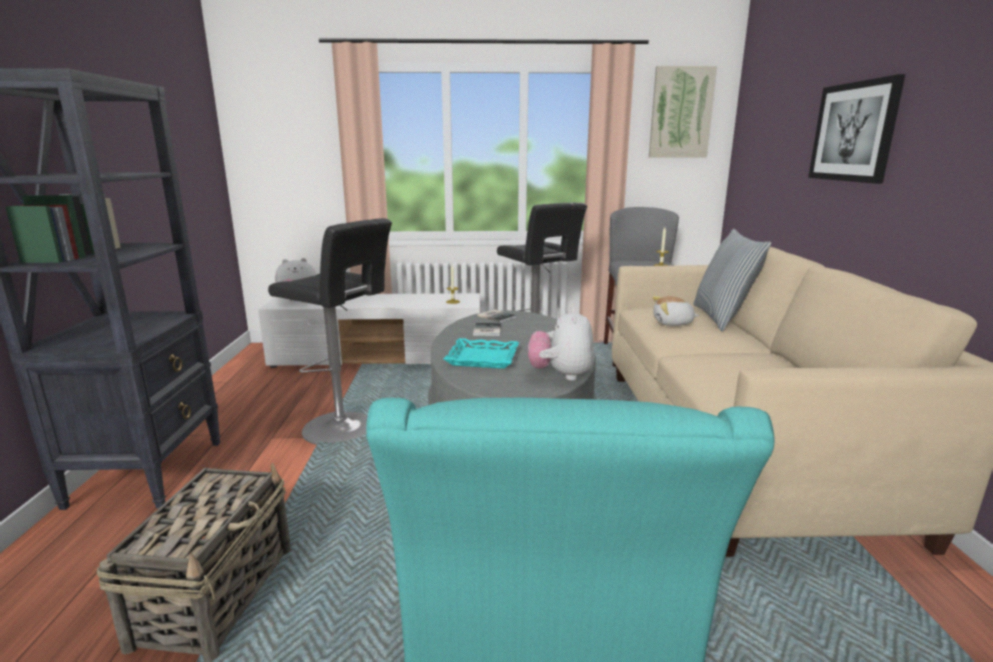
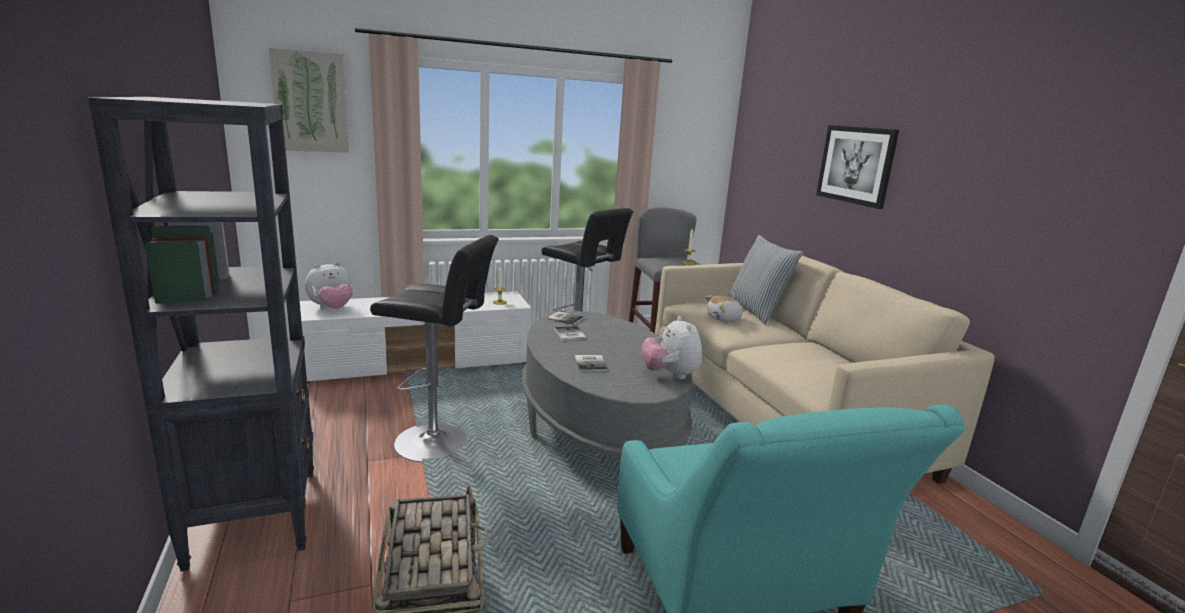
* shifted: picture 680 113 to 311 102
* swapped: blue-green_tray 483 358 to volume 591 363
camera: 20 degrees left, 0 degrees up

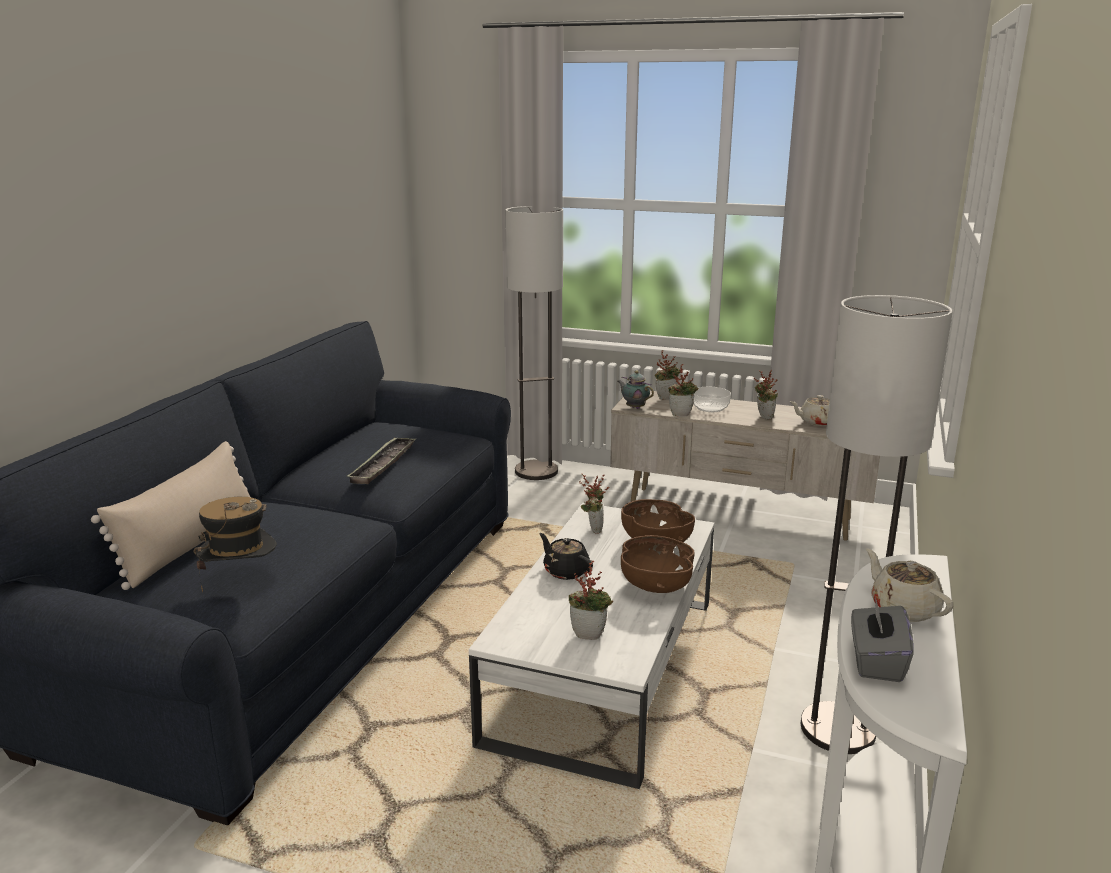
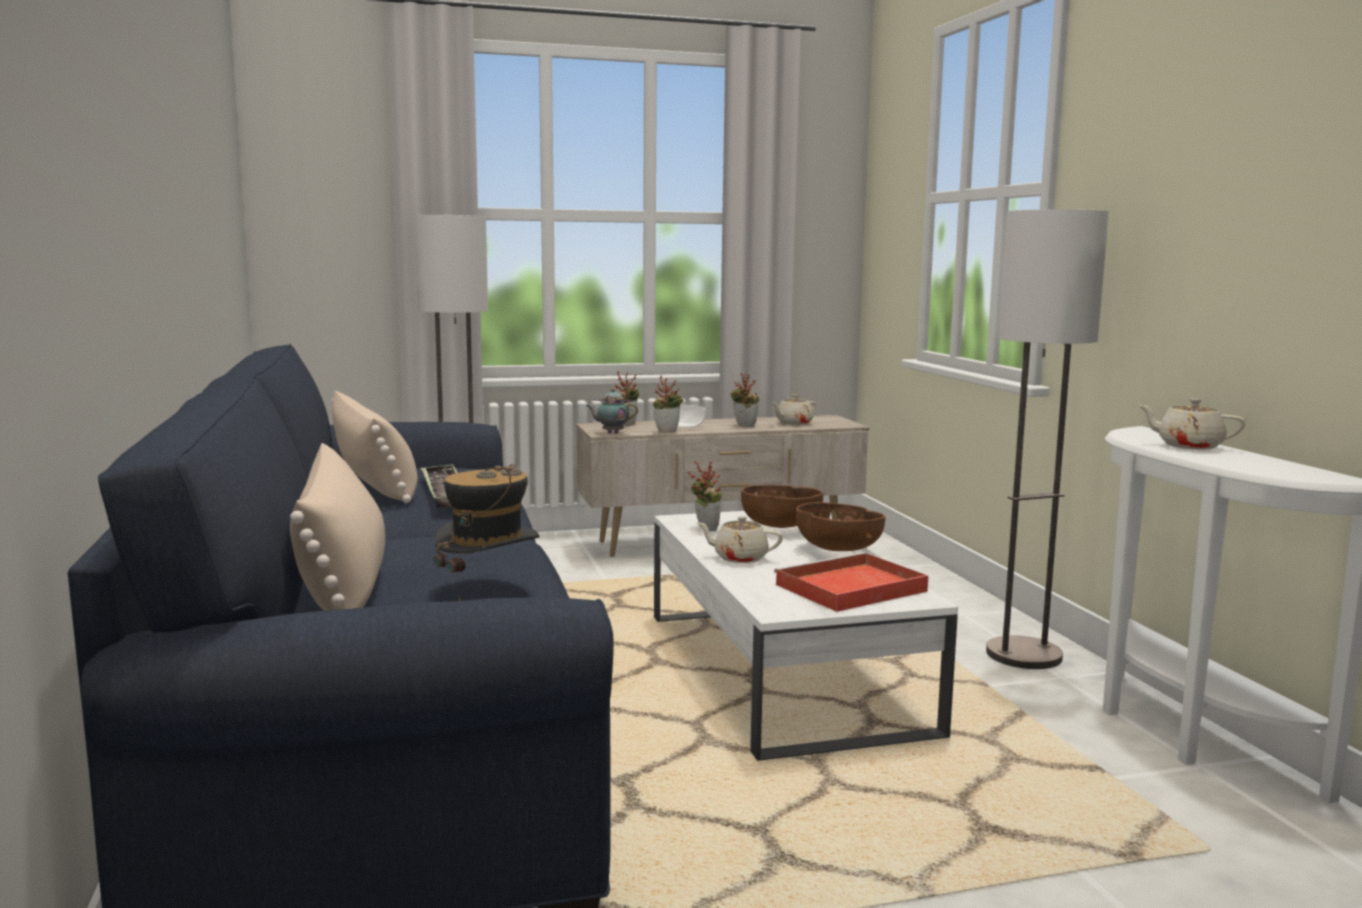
* gone: greyish_box_of_tissues 876 661
* new: beige_throw_pillow 375 484
* swapped: potted_plant 590 634 to red_tray 849 588
* repainted: blackish_tea_pot 565 571 to beige_tea_pot 739 558
camera: 35 degrees left, 10 degrees down

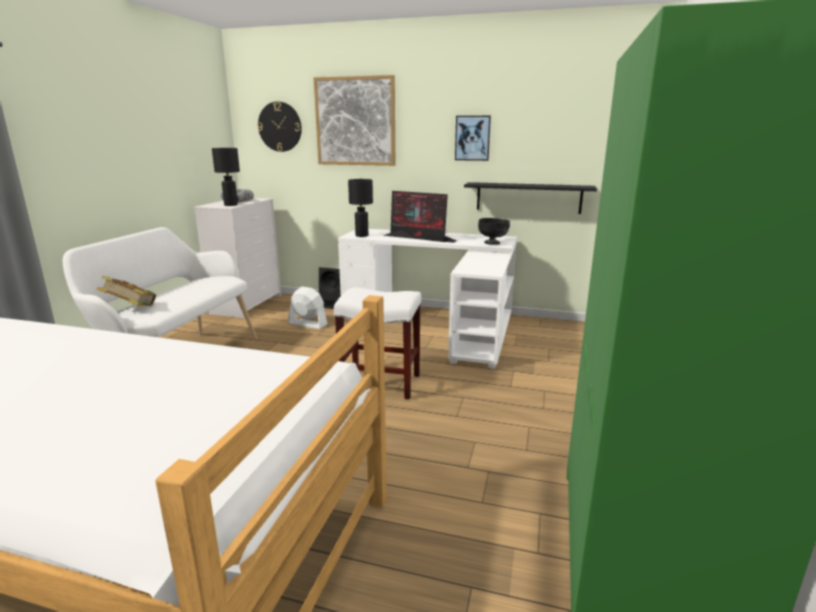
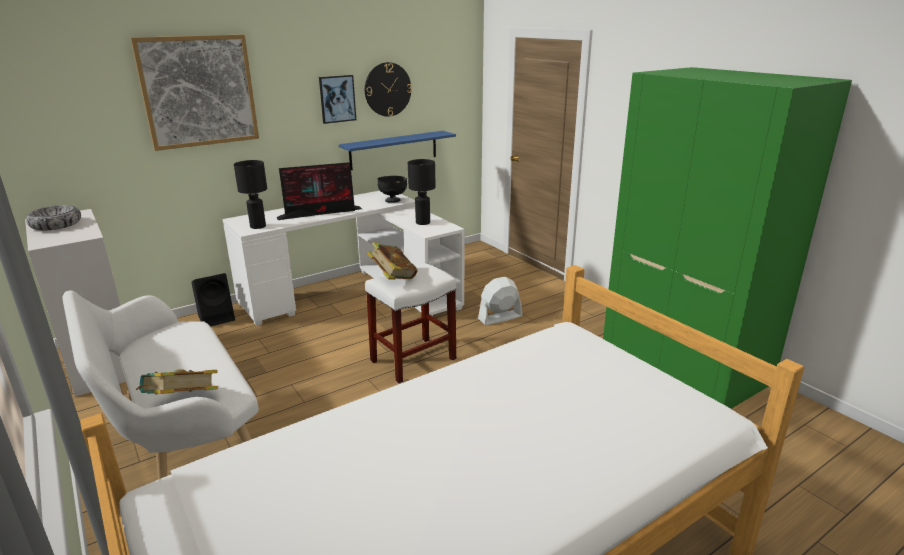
* new: volume 393 278
* shifted: blackish_tabletop_lamp 230 205 to 423 223
* shifted: wall_clock 280 127 to 387 89
* shifted: white-coloured_electric_fan 307 324 to 500 317
* repainted: blackish_wall_shelf 528 197 to bluish_wall_shelf 393 150
camera: 50 degrees left, 5 degrees up

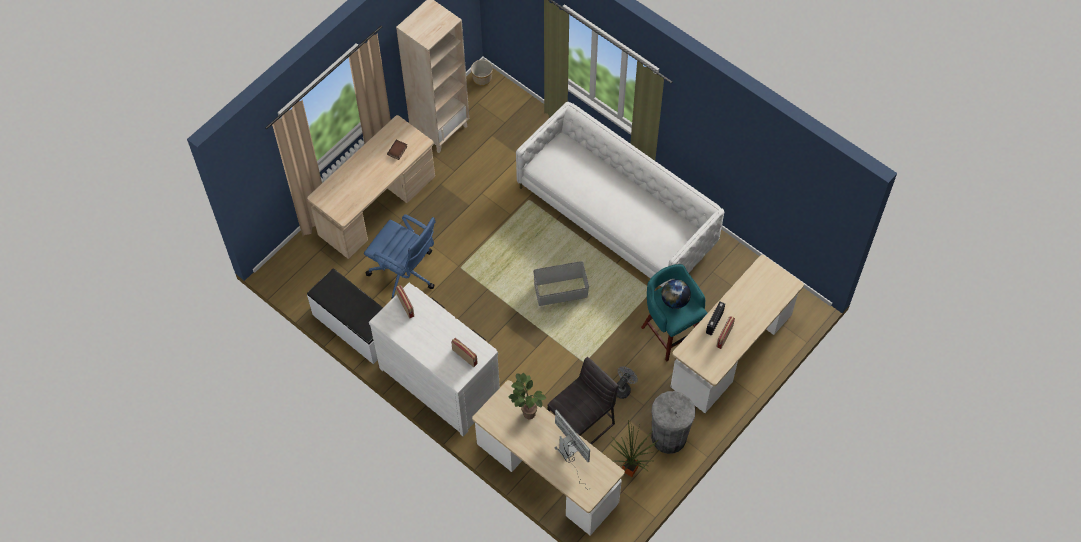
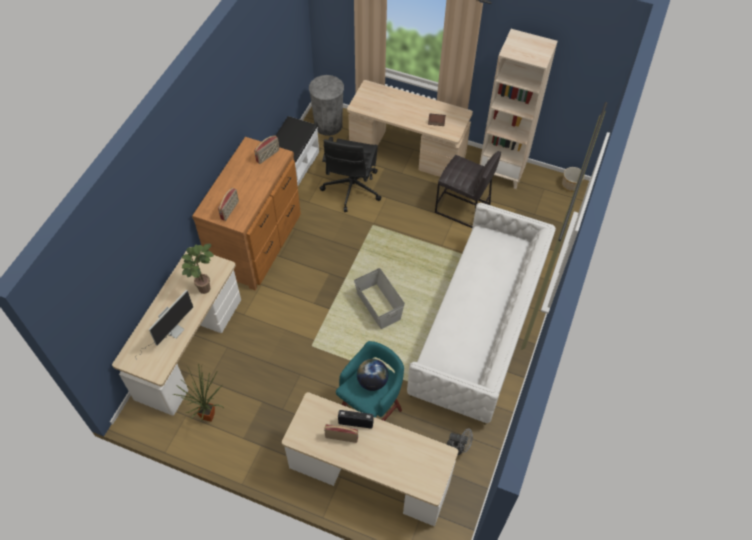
* shifted: greyish_stool 582 426 to 462 209
* shifted: greyish_electric_fan 623 388 to 458 447
* shifted: greyish_trash_can 669 437 to 328 125
* repainted: bluish_office_chair 405 273 to blackish_office_chair 351 189
* repainted: white-coloured_dresser 441 381 to brownish_dresser 258 243
camera: 70 degrees right, 5 degrees down

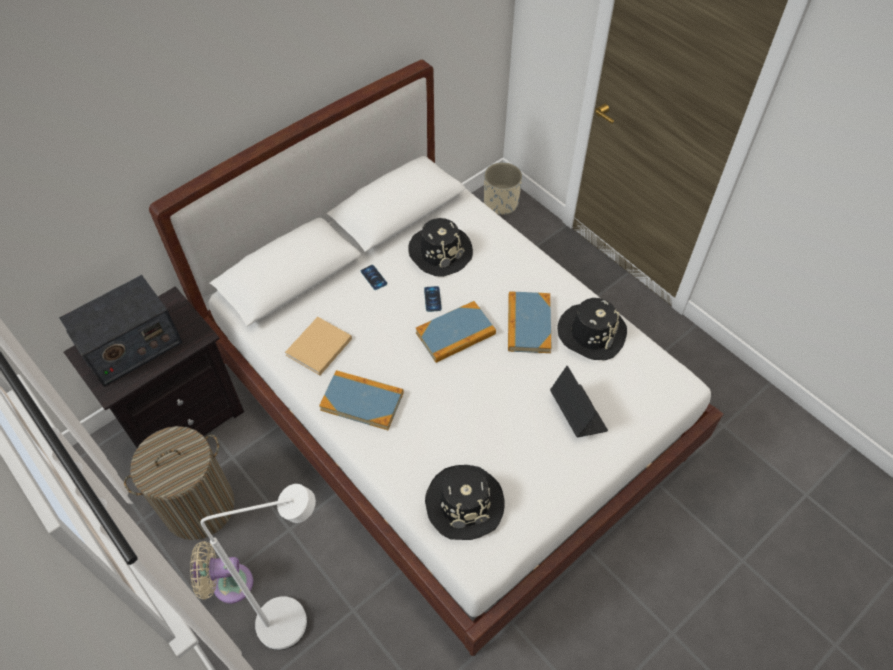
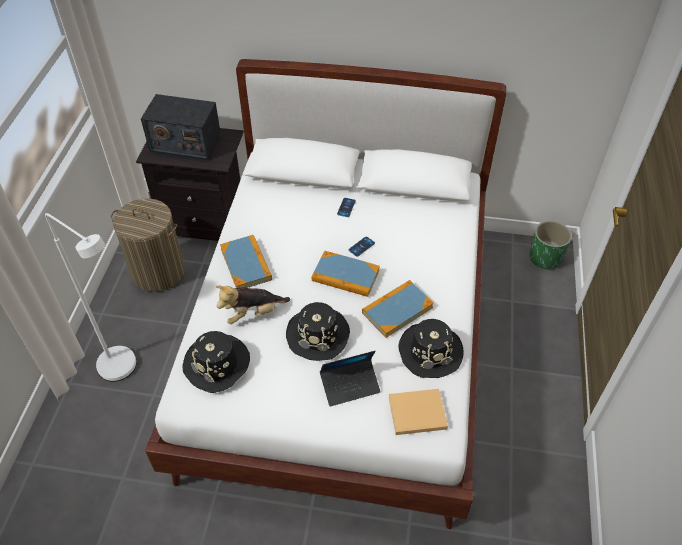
* gone: beige_electric_fan 228 584
* new: plush_toy 253 313
* shifted: beige_volume 318 348 to 415 413
* shifted: blackish_wearable_hat 440 252 to 318 334
* repainted: beige_plant_pot 501 203 to greenish_plant_pot 545 258
* rotated: portable_computer 577 413 = 350 385 45 degrees clockwise
camera: 50 degrees right, 5 degrees down

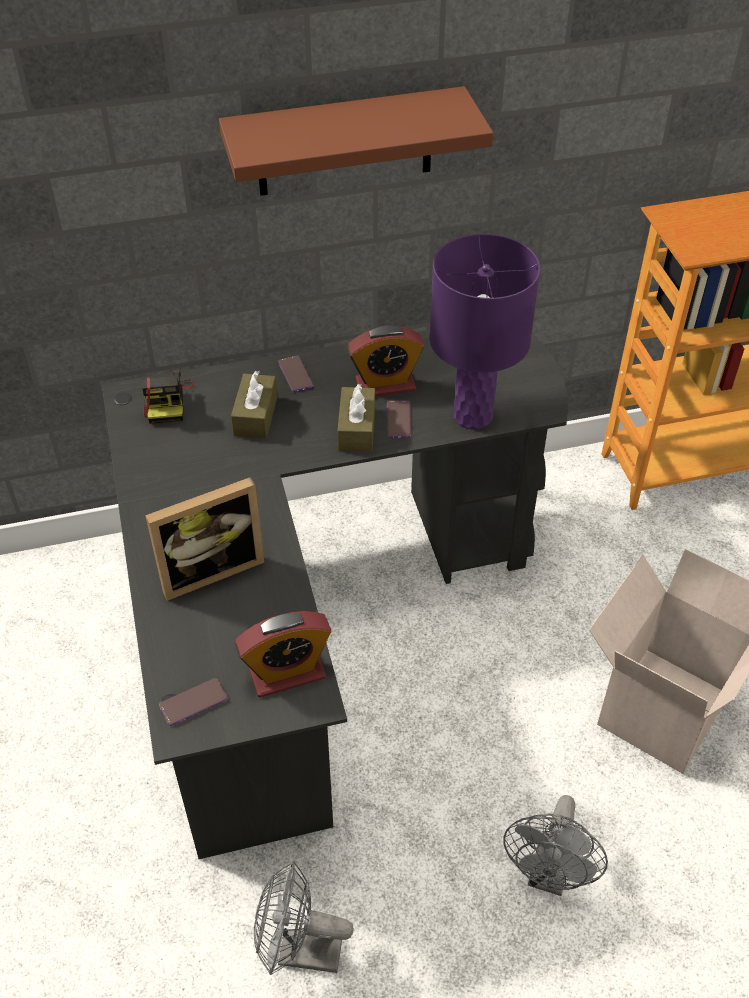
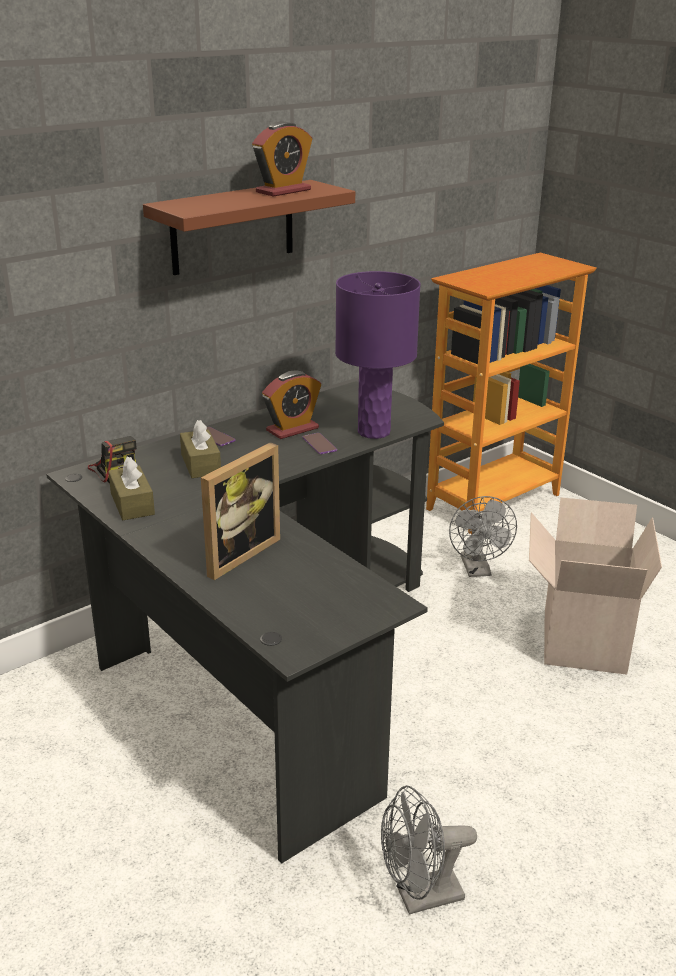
* gone: telephone 193 702
* shifted: bedside_clock 287 673 to 283 191
* shifted: brownish_box_of_tissues 357 429 to 132 504
* shifted: greyish_electric_fan 549 875 to 477 570
camera: 25 degrees left, 20 degrees down

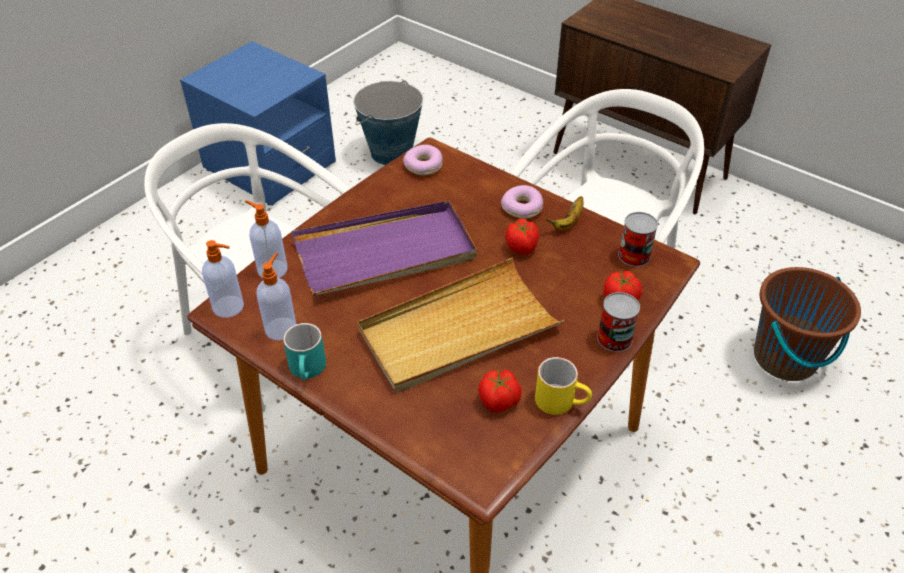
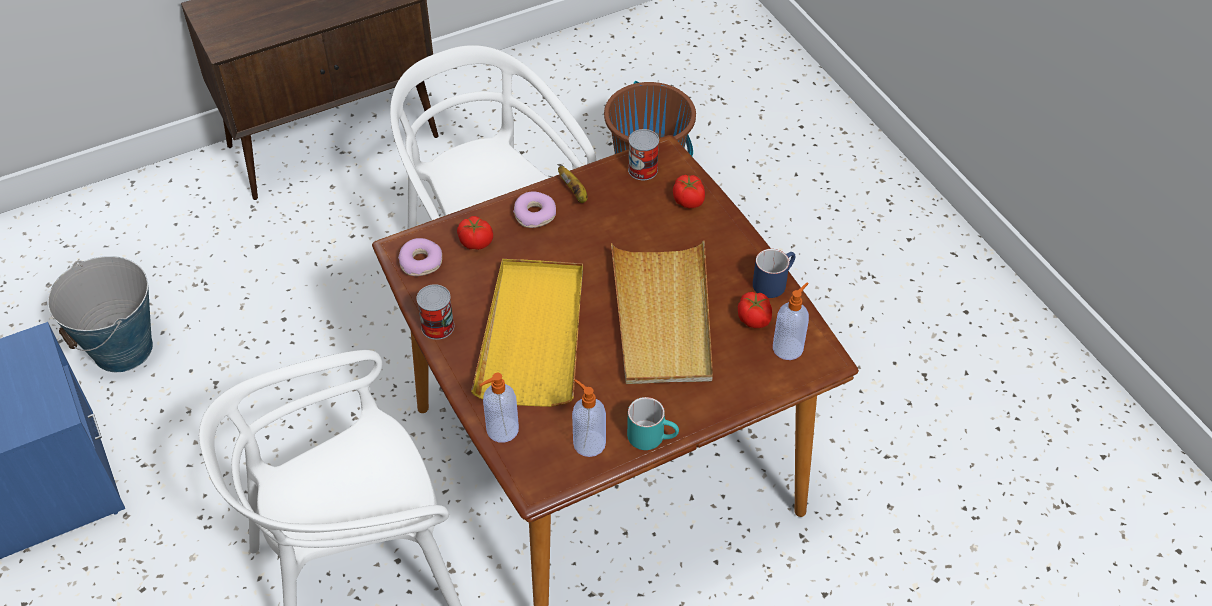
* shifted: soap_dispenser 229 307 to 788 347
* shifted: tomato 522 247 to 476 242
* shifted: sealed_can 614 338 to 437 326
* repainted: purplish_tray 385 253 to yellow-coloured_tray 533 334
* repainted: yellow-coloured_tea_mug 562 401 to bluish_tea_mug 773 281
camera: 65 degrees left, 5 degrees up

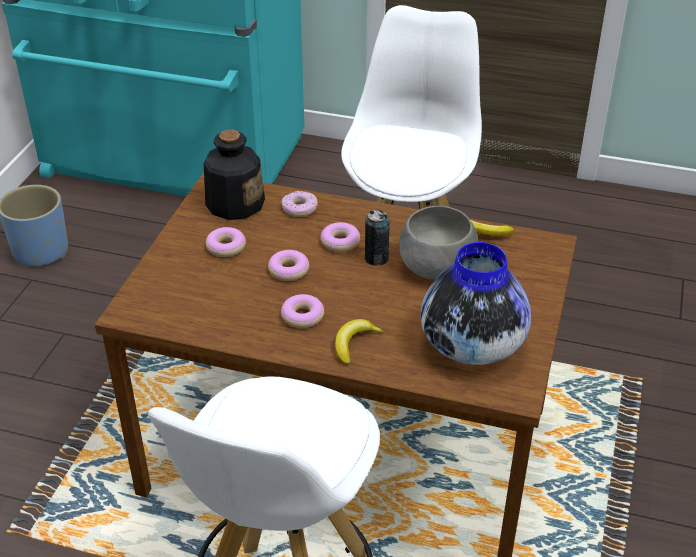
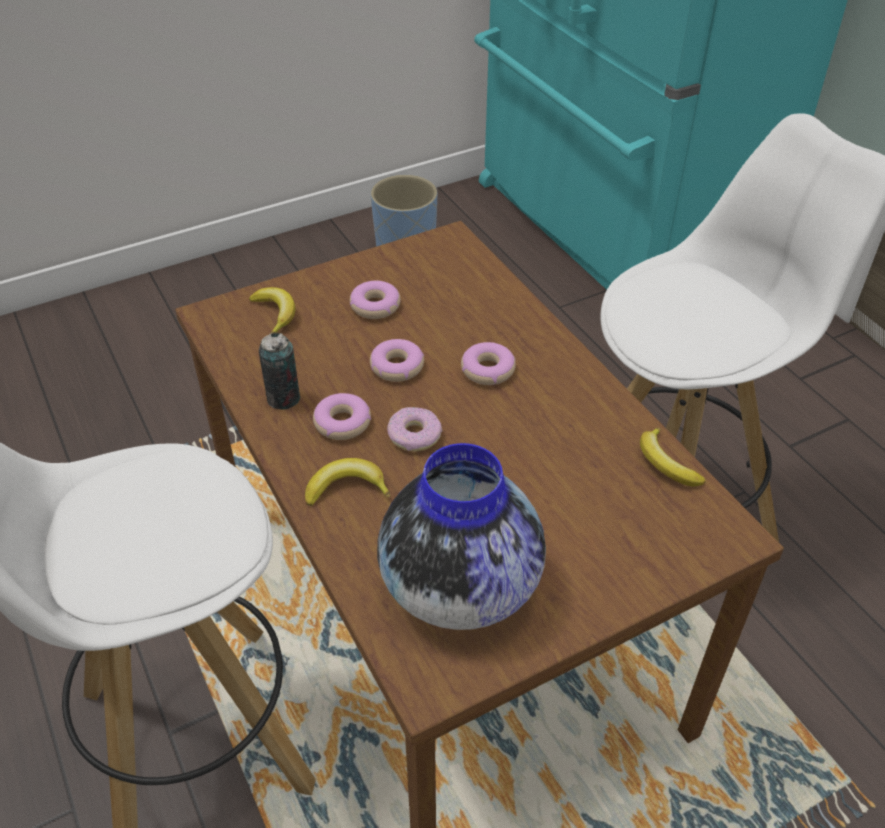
* gone: beverage_bottle 234 203
* gone: greyish_serving_bowl 436 265
* new: banana_fruit 275 314
* shifted: ring_doughnut 299 209 to 414 436
* shifted: sealed_can 376 259 to 283 398
camera: 45 degrees right, 5 degrees up

